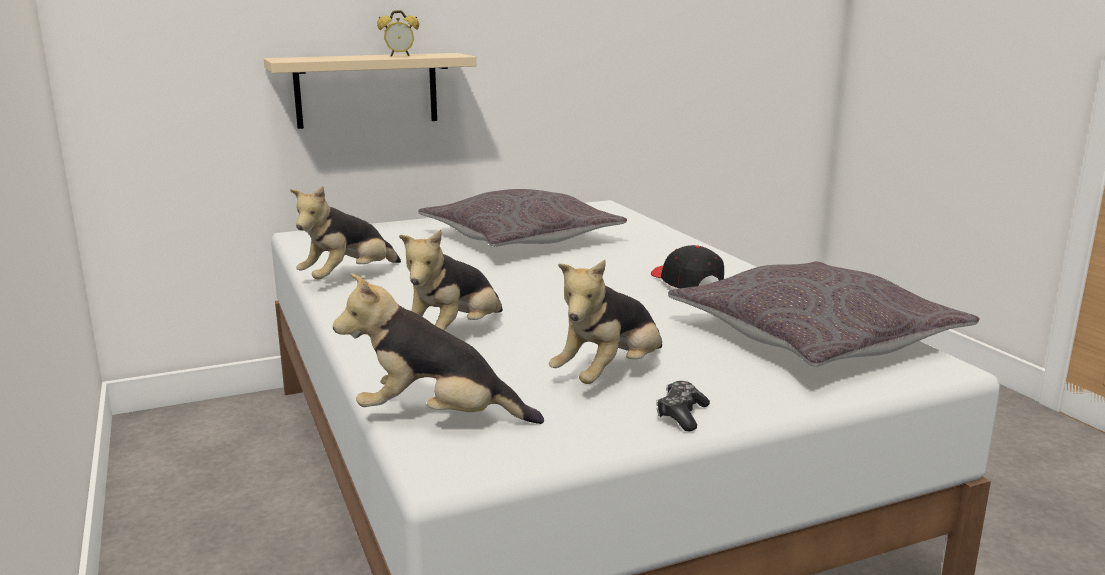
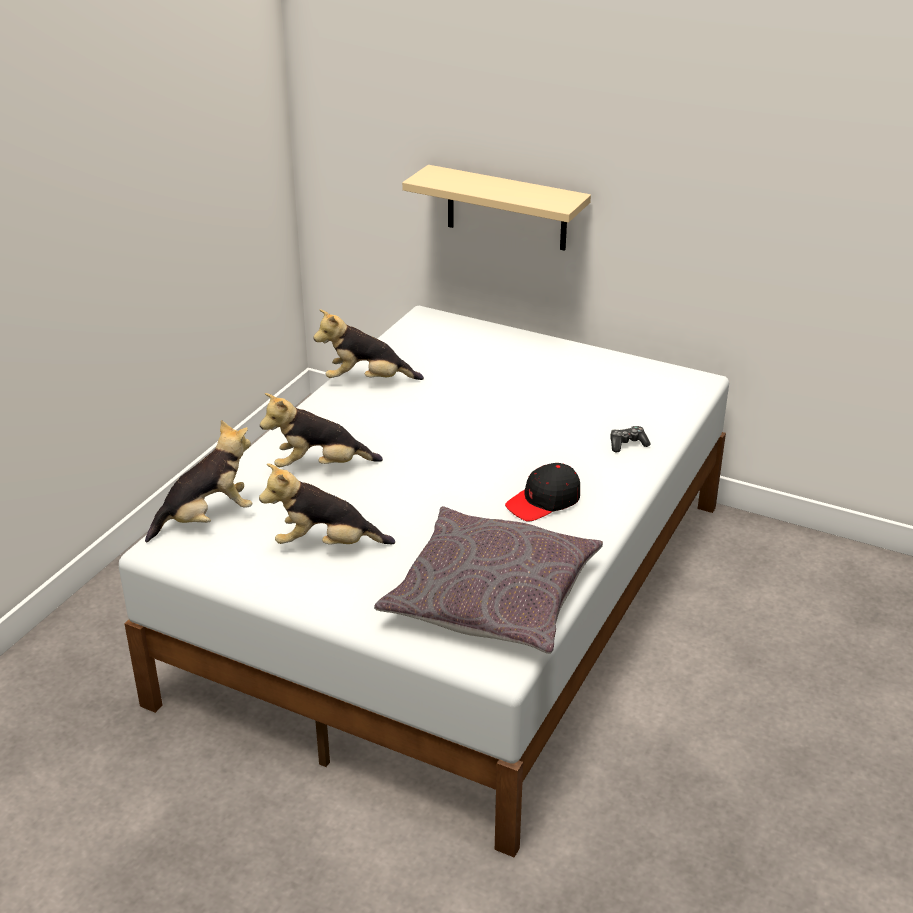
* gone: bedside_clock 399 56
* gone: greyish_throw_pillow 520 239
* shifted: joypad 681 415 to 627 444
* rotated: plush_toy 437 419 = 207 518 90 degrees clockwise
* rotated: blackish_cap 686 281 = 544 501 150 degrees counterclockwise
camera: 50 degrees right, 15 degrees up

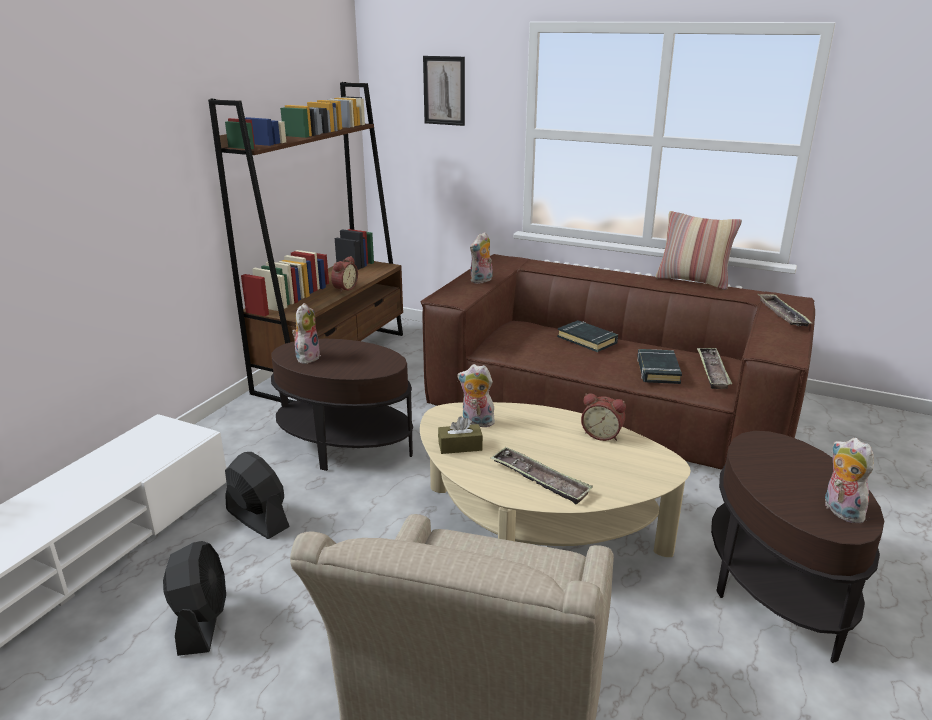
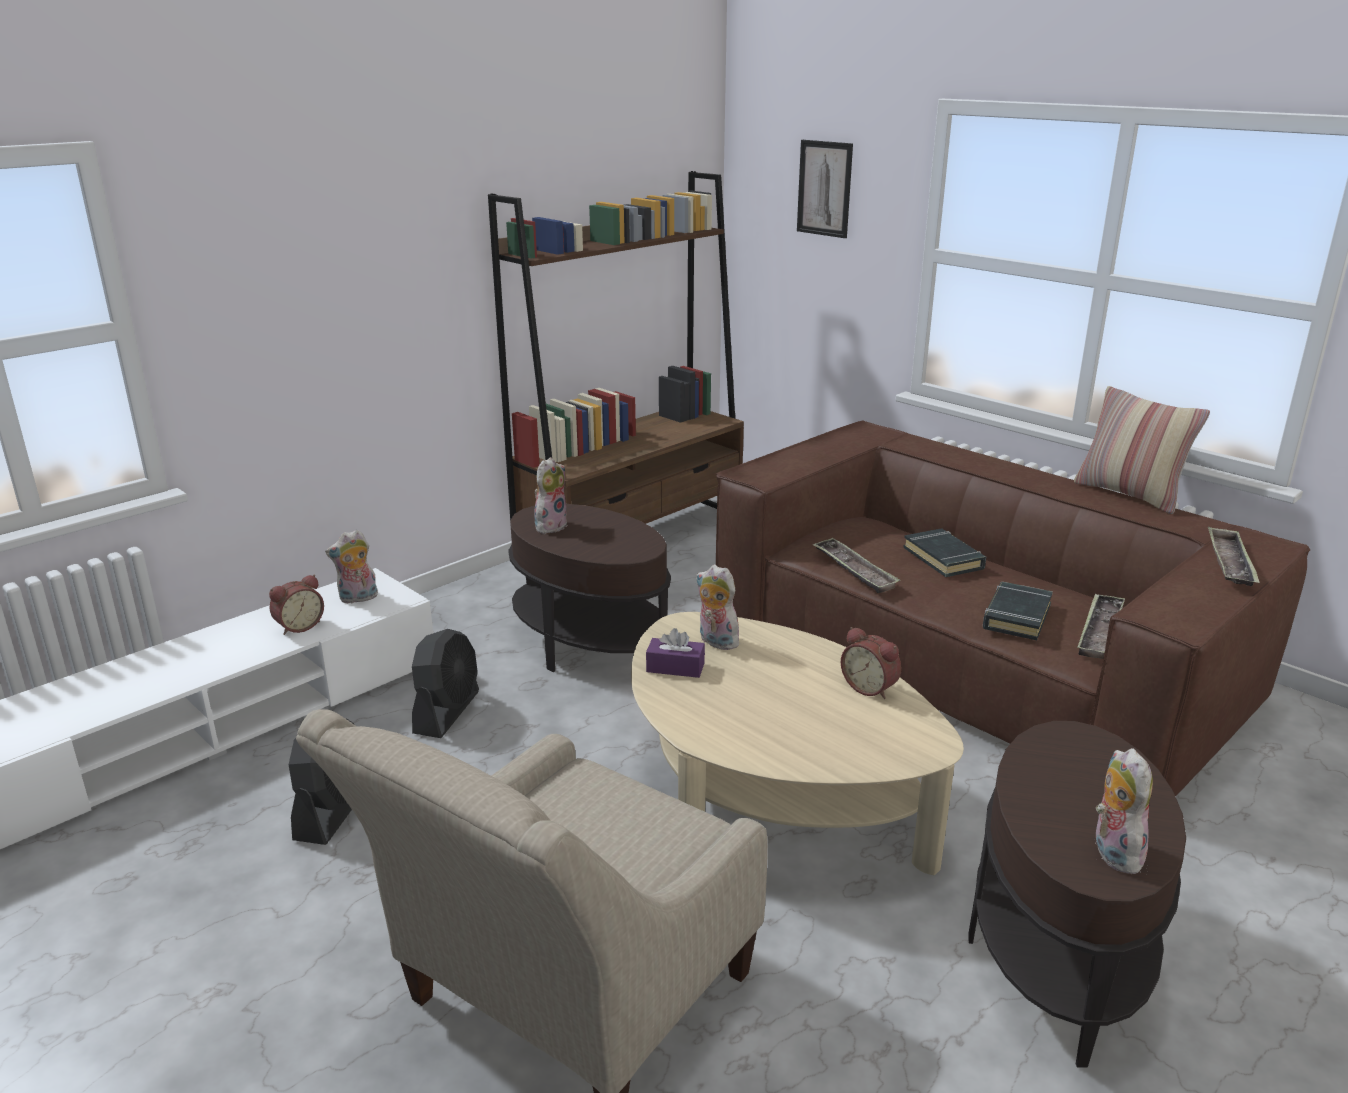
* shifted: bedside_clock 344 288 to 299 626
* shifted: plush_toy 481 281 to 358 599
* shifted: tray 539 479 to 854 570
* repainted: brownish_box_of_tissues 460 446 to purplish_box_of_tissues 675 667
* rotated: blackish_electric_fan 257 518 = 447 712 45 degrees clockwise
camera: 20 degrees right, 0 degrees up

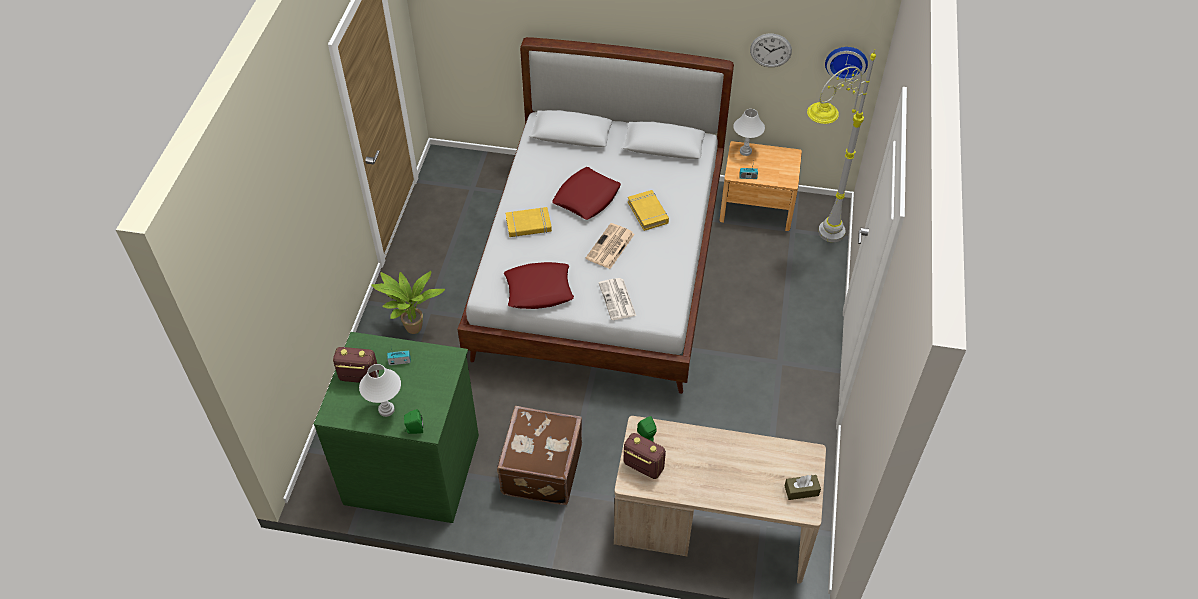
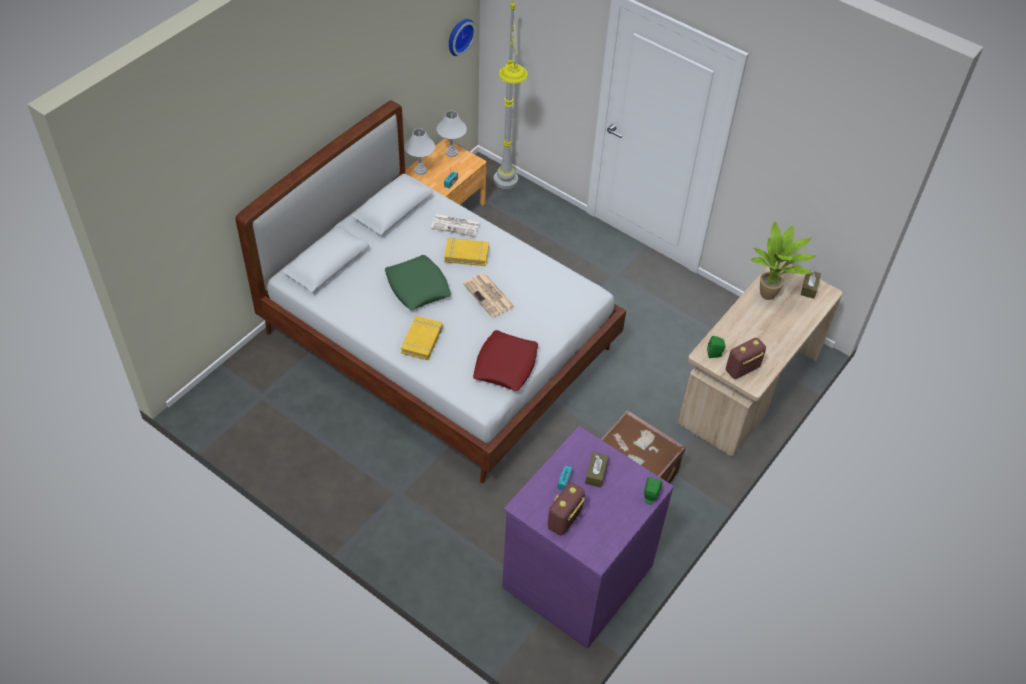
* gone: wall_clock 770 50
* new: brownish_box_of_tissues 596 473
* shifted: white-coloured_tabletop_lamp 386 410 to 452 153
* shifted: potted_plant 414 331 to 770 296
* shifted: printed_paper 618 300 to 456 225
* repainted: greenish_dresser 413 467 to purplish_dresser 576 575
* repainted: red_throw_pillow 586 197 to greenish_throw_pillow 417 287
camera: 65 degrees left, 0 degrees up

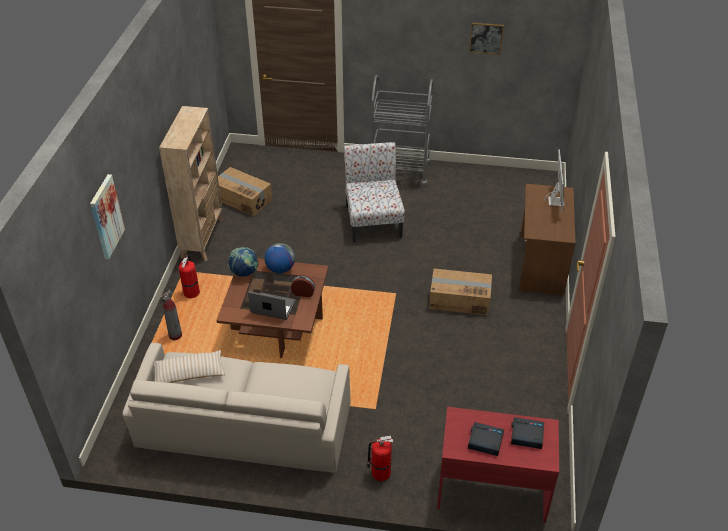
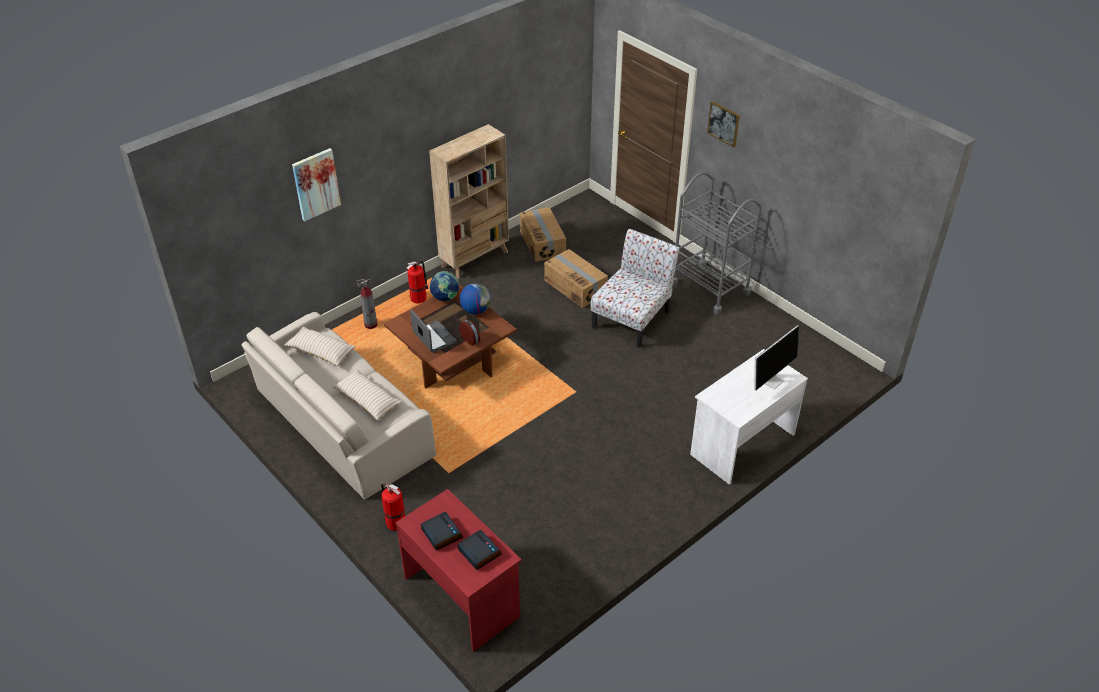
* new: beige_throw_pillow 367 399
* shifted: carton 459 299 to 575 286
* shifted: picture 486 38 to 724 123
* repainted: brownish_desk 540 264 to white-coloured_desk 741 444
camera: 40 degrees right, 0 degrees up

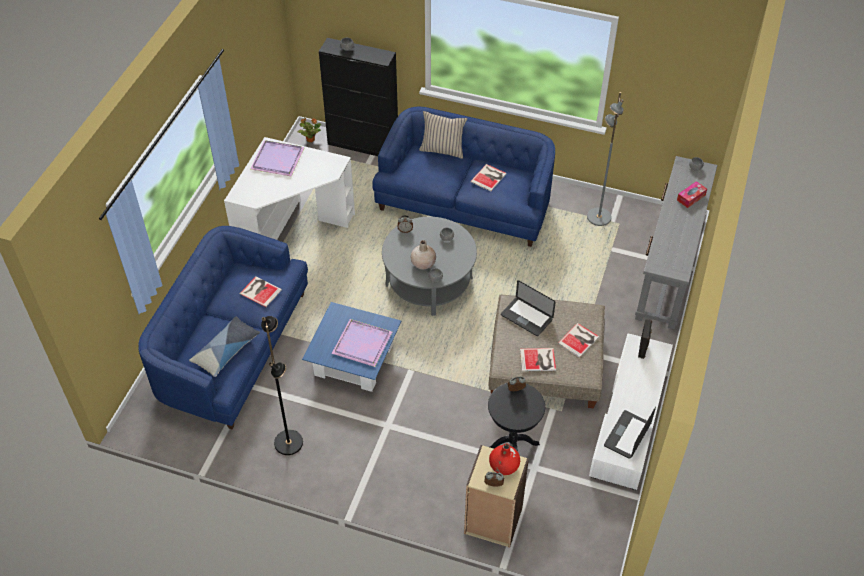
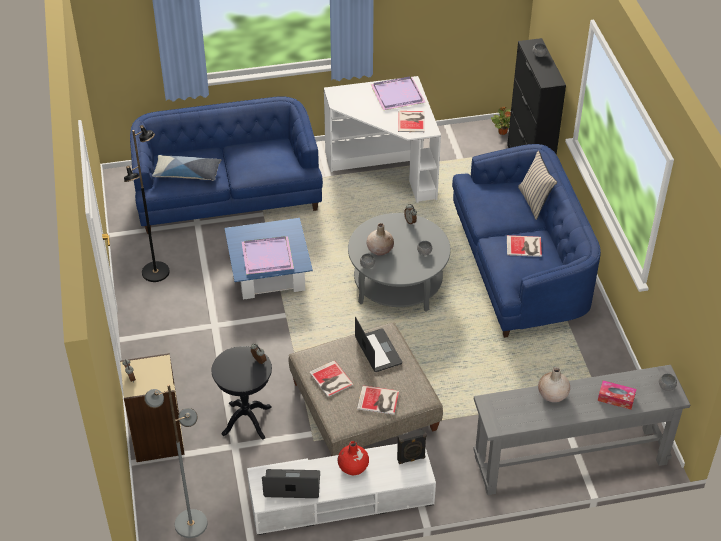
* new: beige_vase 552 395
* shifted: volume 260 291 to 412 121
* shifted: red_vase 504 466 to 353 467
* shifted: greyish_standing_lamp 598 217 to 190 523
* rotated: portable_computer 526 317 = 378 351 150 degrees clockwise
camera: 60 degrees right, 5 degrees down

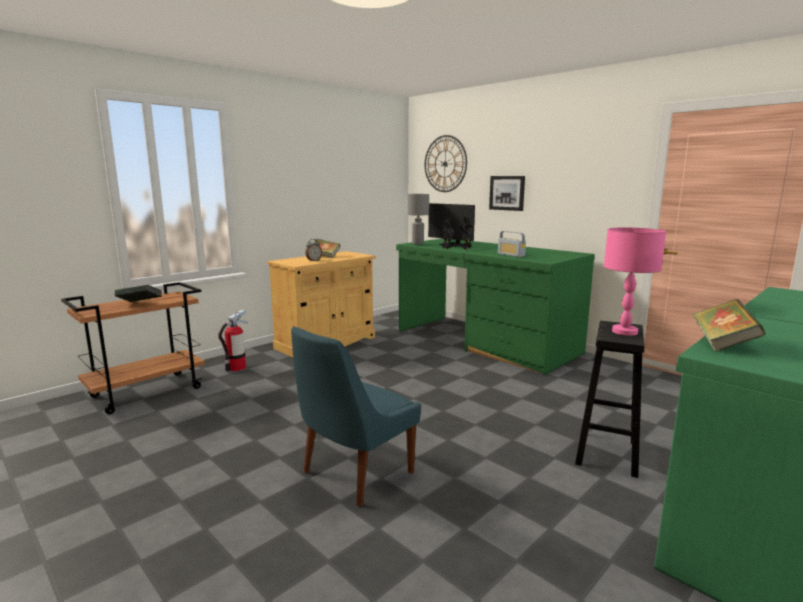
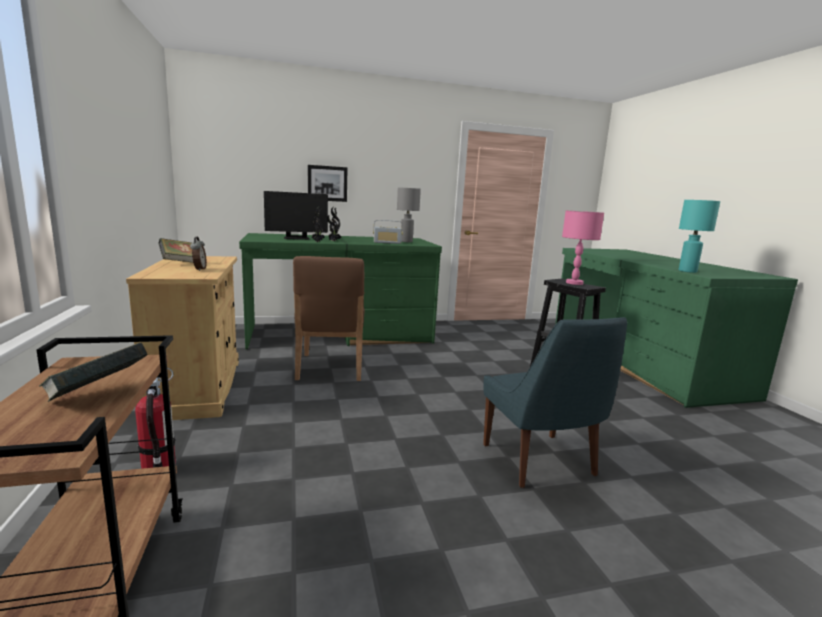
* gone: wall_clock 445 164
* new: brownish_chair 330 367
* shifted: greyish_tabletop_lamp 418 244 to 406 241
* swapped: volume 723 344 to blue-green_tabletop_lamp 687 271
camera: 60 degrees left, 0 degrees up

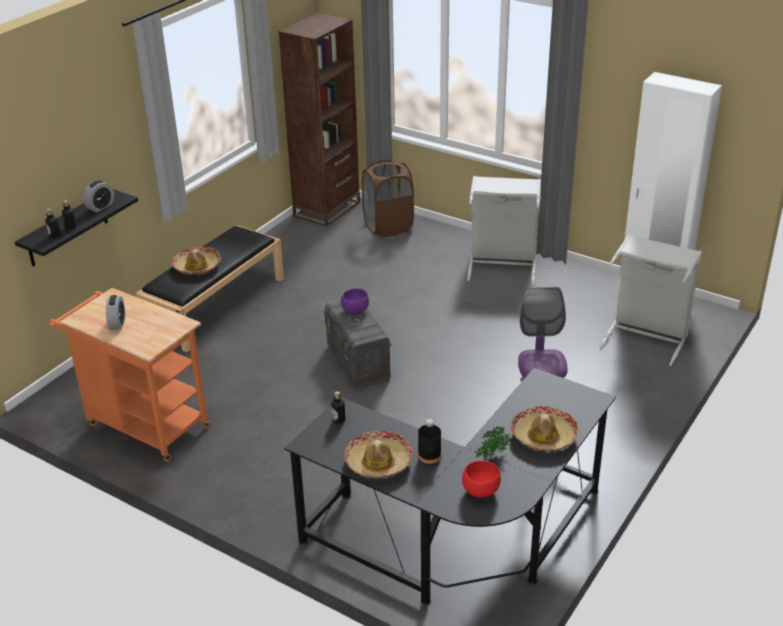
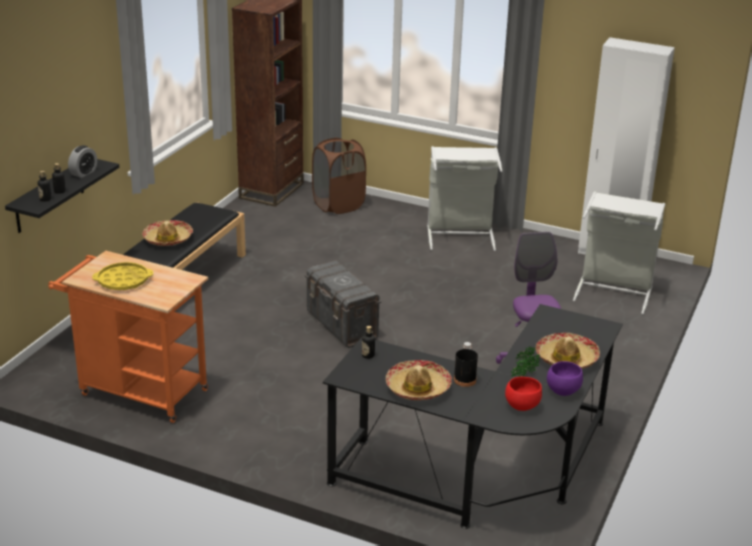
* shifted: purplish_serving_bowl 354 311 to 562 391
* swapped: bedside_clock 117 323 to yellow-coloured_tray 123 281
camera: 10 degrees left, 5 degrees down

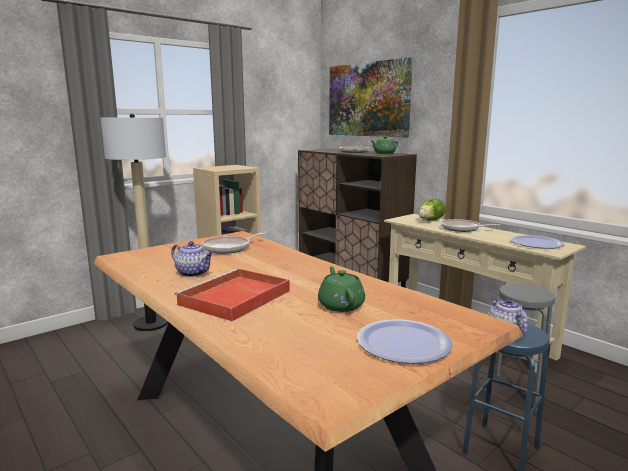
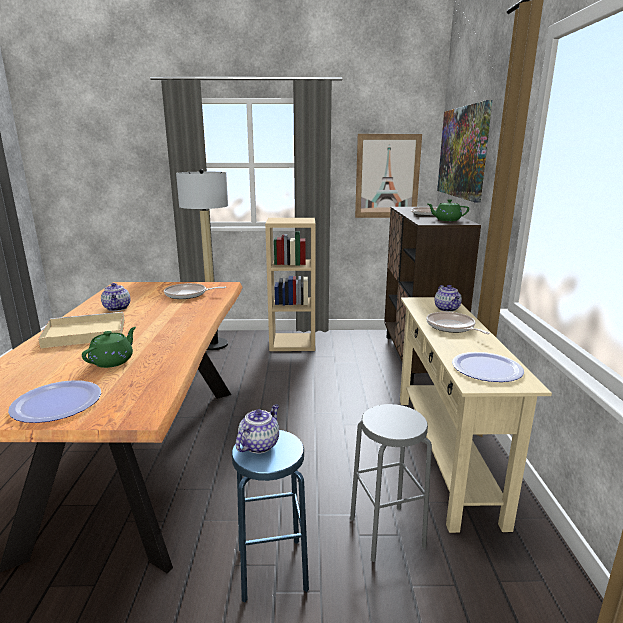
* new: picture 387 176
* swapped: lettuce_head 431 220 to tea_pot 447 309
* repainted: red_tray 234 298 to beige_tray 83 333
camera: 40 degrees right, 5 degrees up

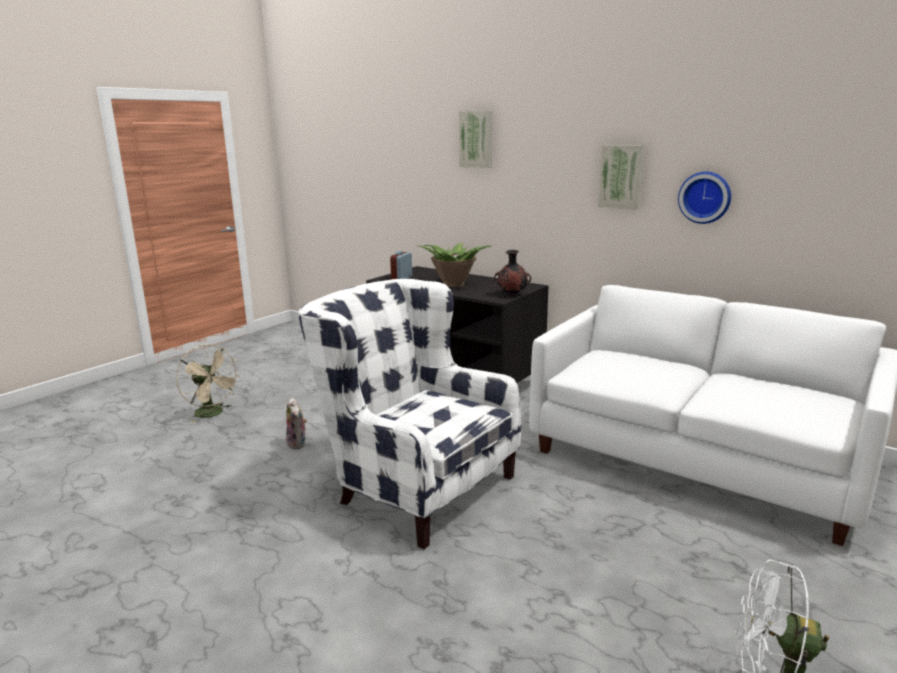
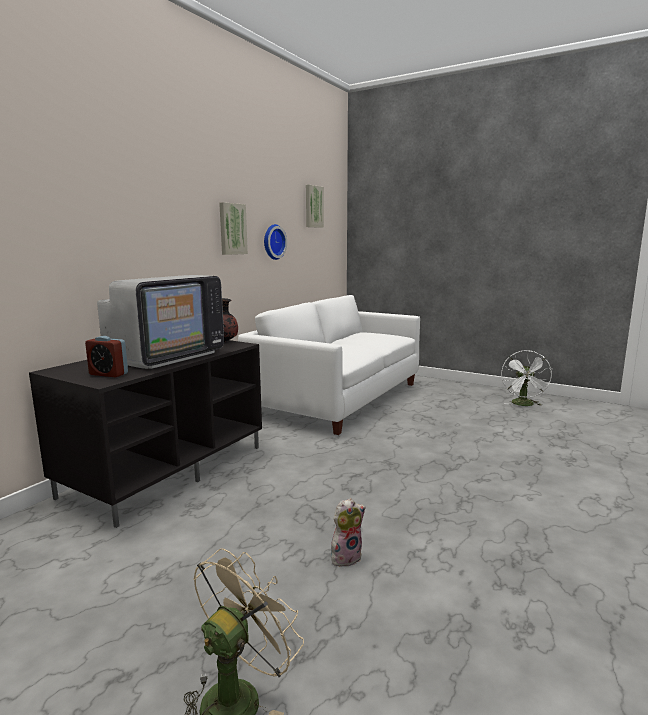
* gone: white-coloured_easy_chair 414 484
* shifted: picture 476 139 to 313 206
* swapped: potted_plant 453 284 to TV 167 356
camera: 95 degrees left, 5 degrees down

